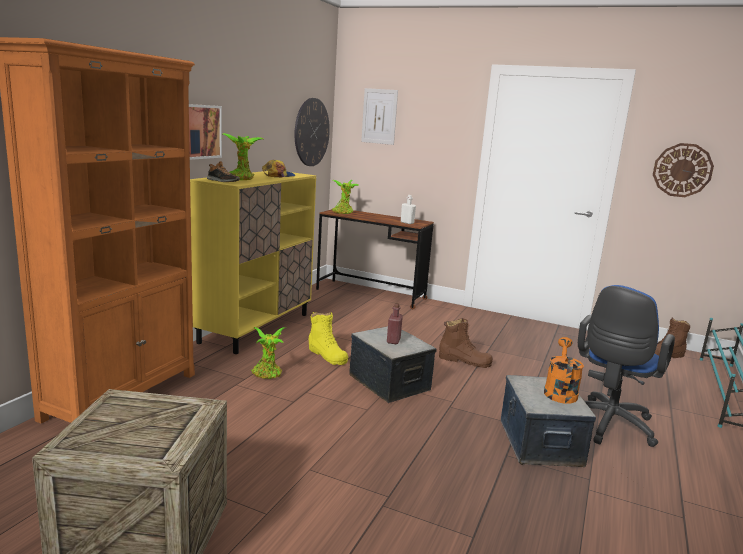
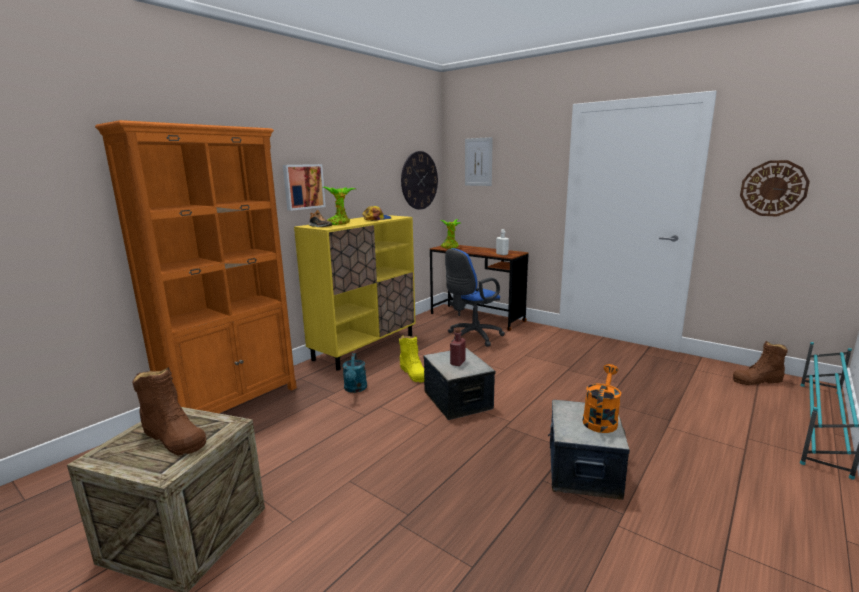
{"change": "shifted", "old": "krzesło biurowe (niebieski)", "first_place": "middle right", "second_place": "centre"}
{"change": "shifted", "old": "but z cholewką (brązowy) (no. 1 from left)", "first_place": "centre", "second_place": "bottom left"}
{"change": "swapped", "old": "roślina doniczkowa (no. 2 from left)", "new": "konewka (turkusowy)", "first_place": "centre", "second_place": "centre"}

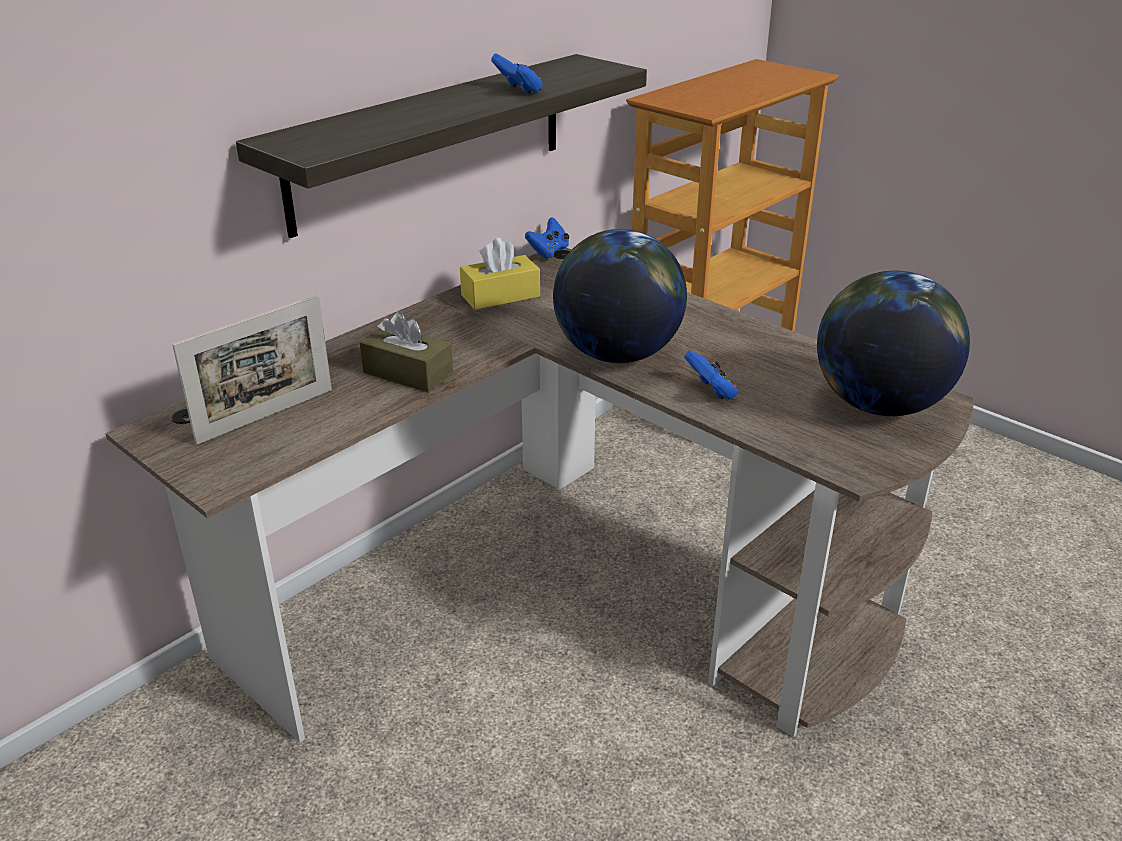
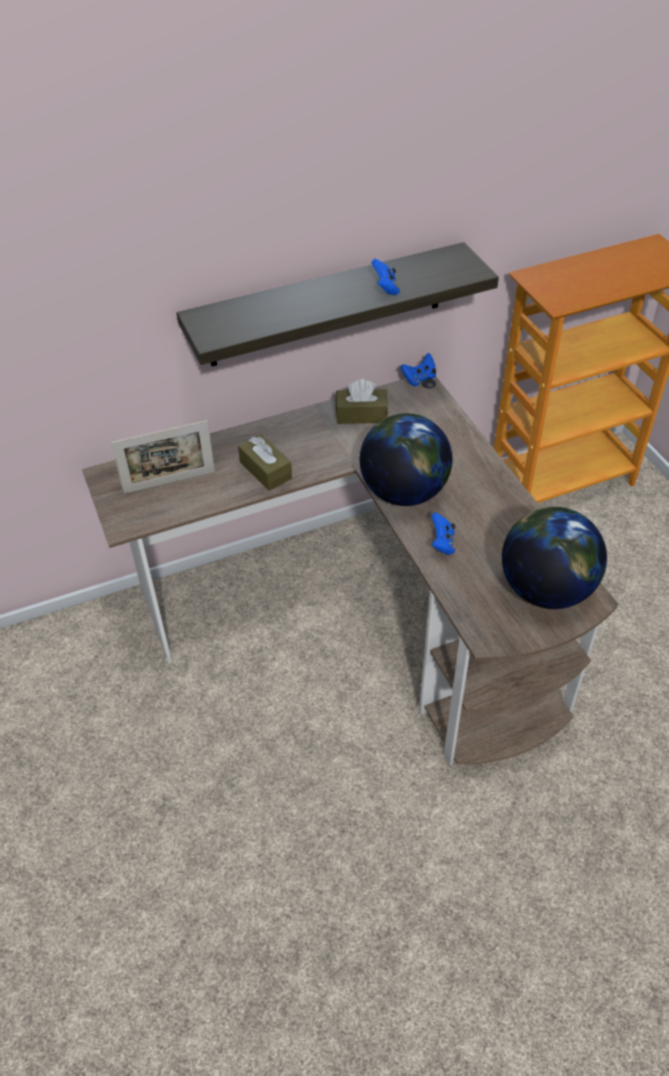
{"change": "repainted", "old": "pudełko chusteczek (żółty)", "new": "pudełko chusteczek (brązowy) (no. 2 from left)", "first_place": "top centre", "second_place": "centre"}

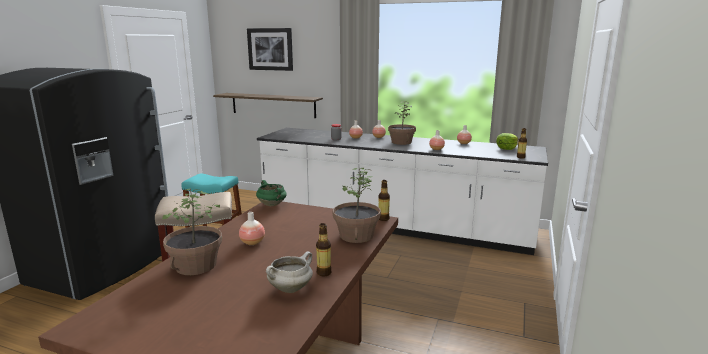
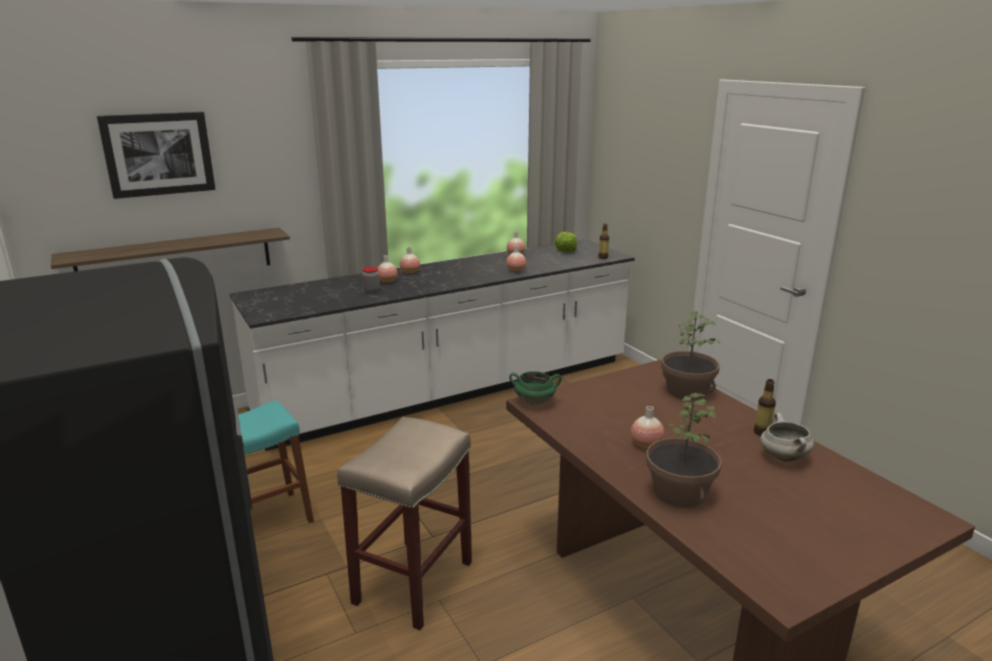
{"change": "gone", "old": "roślina doniczkowa (no. 3 from left)", "first_place": "centre"}
{"change": "gone", "old": "butelka (no. 2 from left)", "first_place": "centre"}

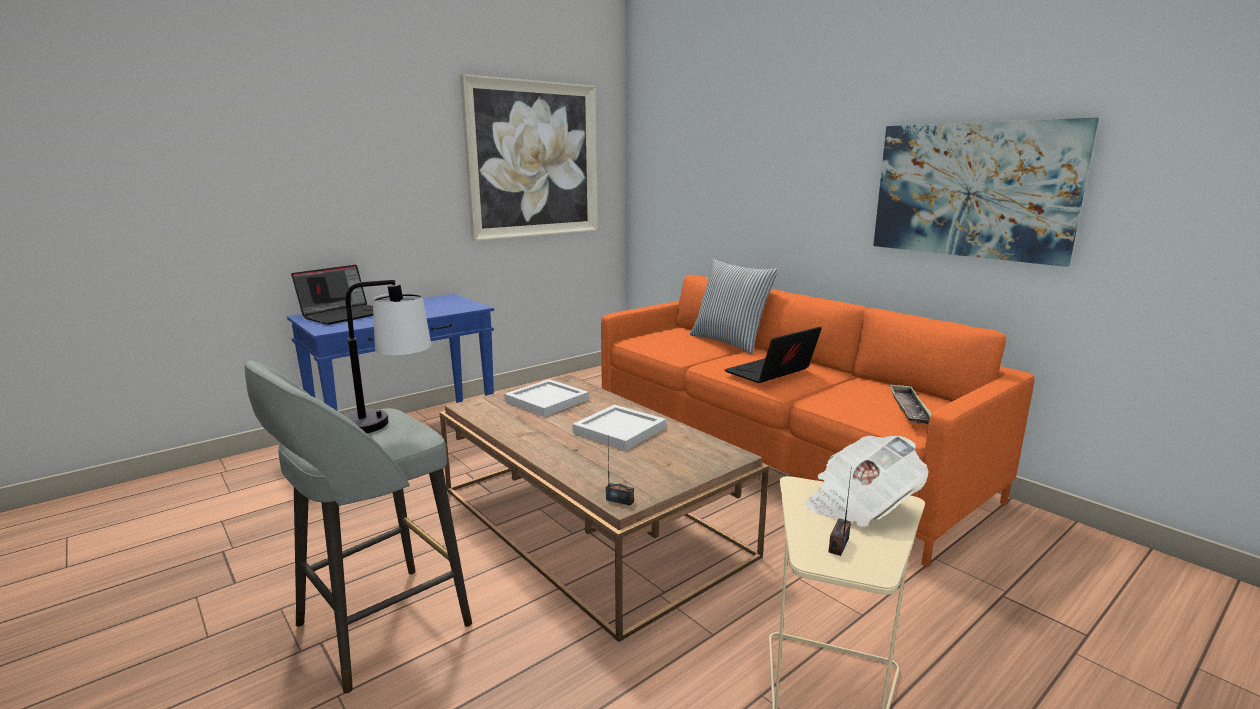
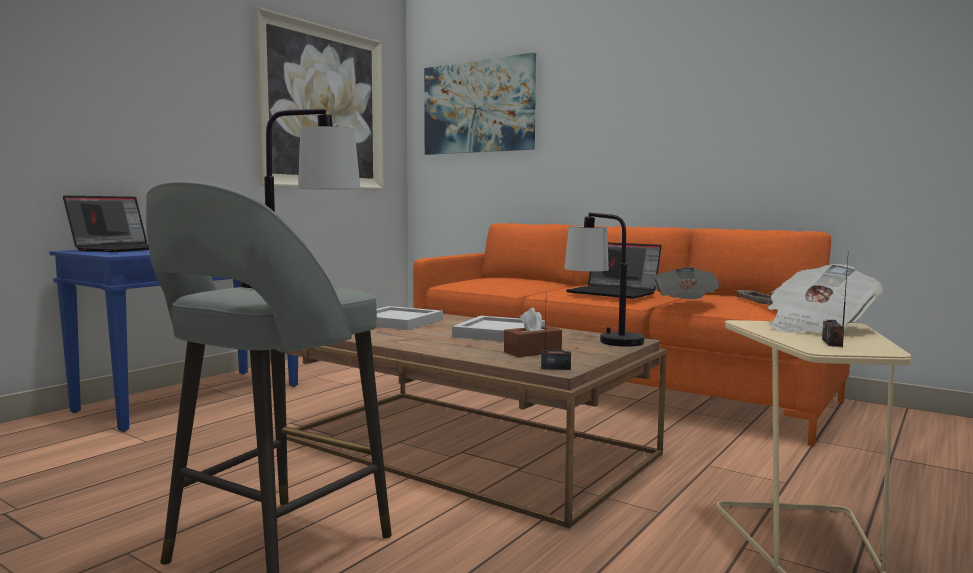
{"change": "shifted", "old": "obraz (no. 2 from left)", "first_place": "top right", "second_place": "top centre"}
{"change": "gone", "old": "poduszka", "first_place": "centre"}
{"change": "rotated", "old": "laptop (no. 2 from left)", "first_place": "centre", "second_place": "centre", "degrees": -90}
{"change": "new", "new": "lampa stołowa (no. 2 from left)", "second_place": "centre"}
{"change": "new", "new": "gazeta (no. 1 from left)", "second_place": "middle right"}
{"change": "new", "new": "pudełko chusteczek (brązowy)", "second_place": "centre"}

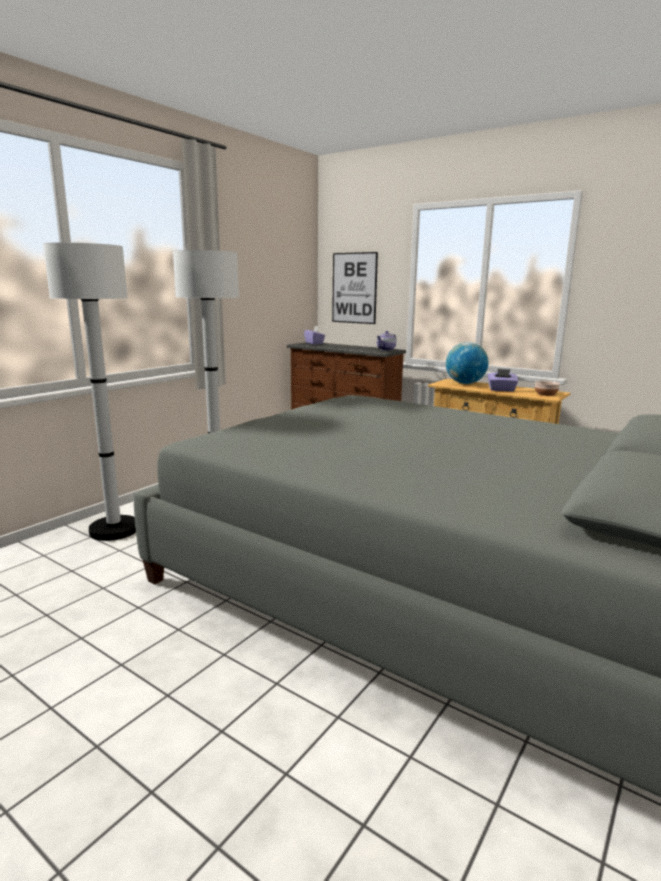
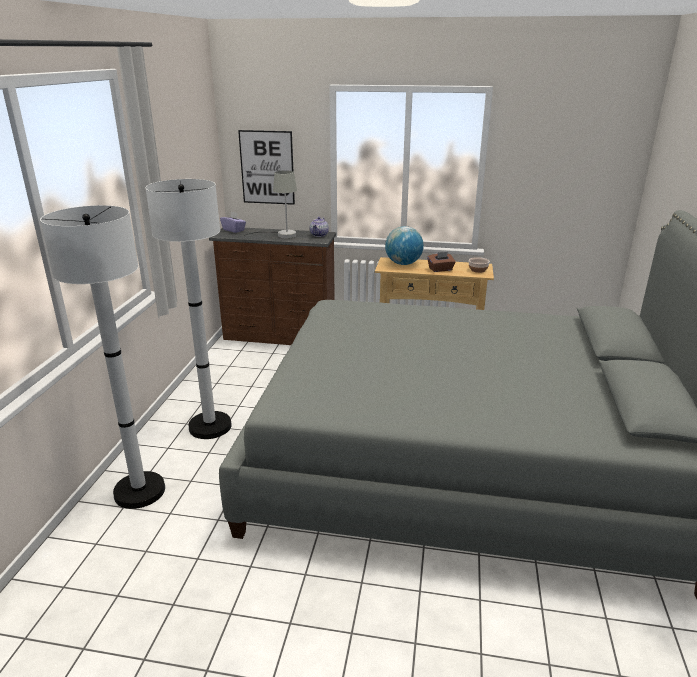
{"change": "repainted", "old": "pudełko chusteczek (fioletowy) (no. 2 from left)", "new": "pudełko chusteczek (brązowy)", "first_place": "middle right", "second_place": "centre"}
{"change": "new", "new": "lampa stołowa (szary)", "second_place": "top centre"}

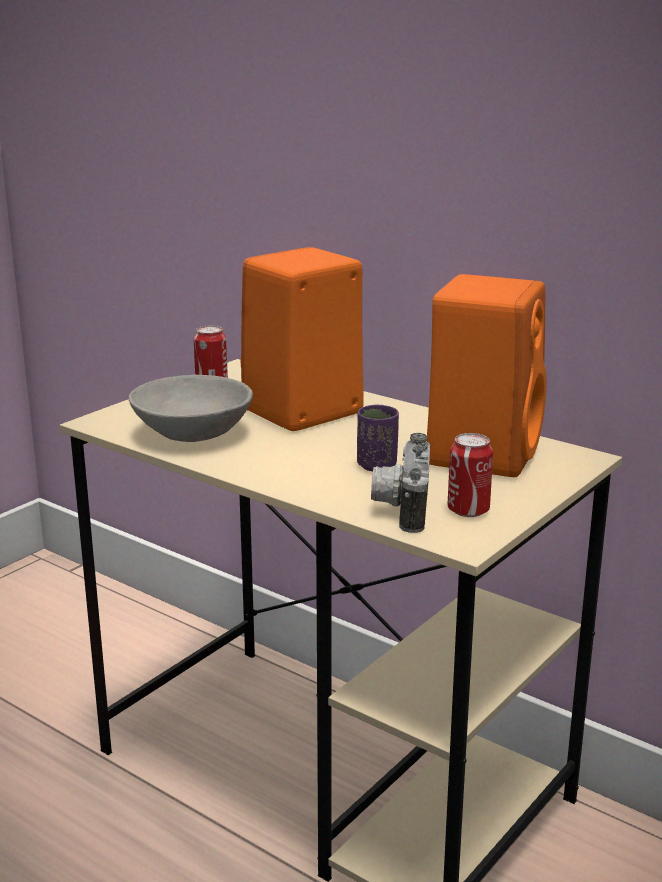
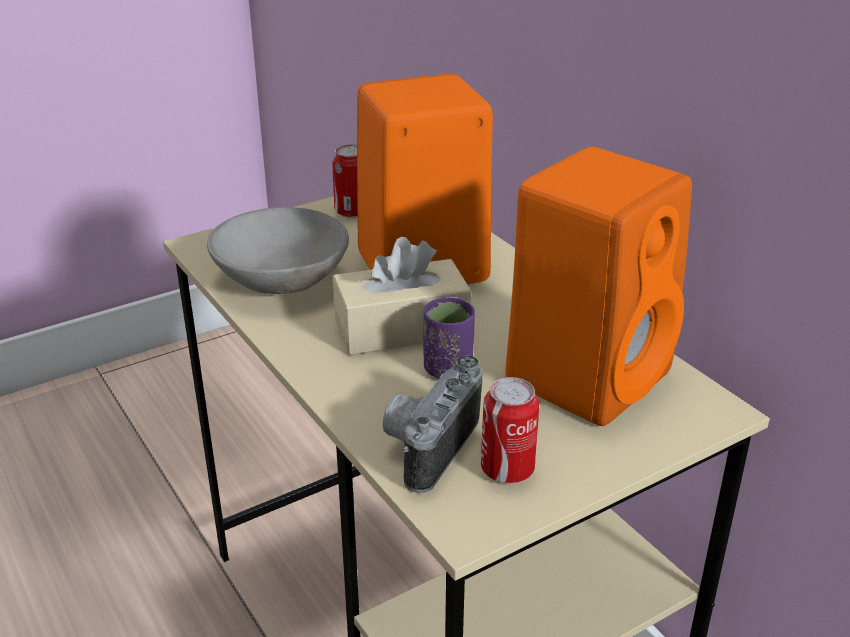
{"change": "new", "new": "pudełko chusteczek (beżowy)", "second_place": "centre"}

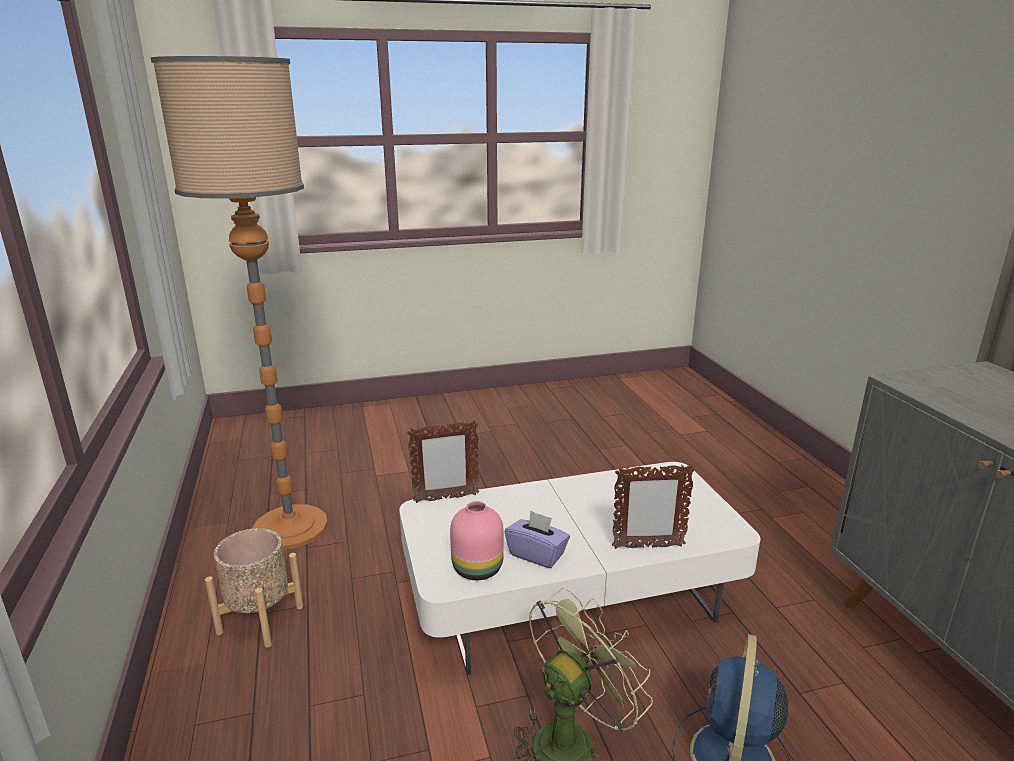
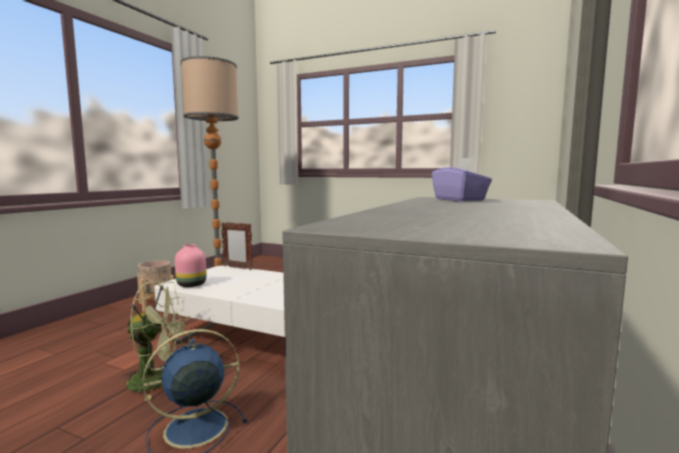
{"change": "gone", "old": "ramka na zdjęcie (no. 2 from left)", "first_place": "centre"}
{"change": "shifted", "old": "pudełko chusteczek (fioletowy)", "first_place": "bottom centre", "second_place": "middle right"}

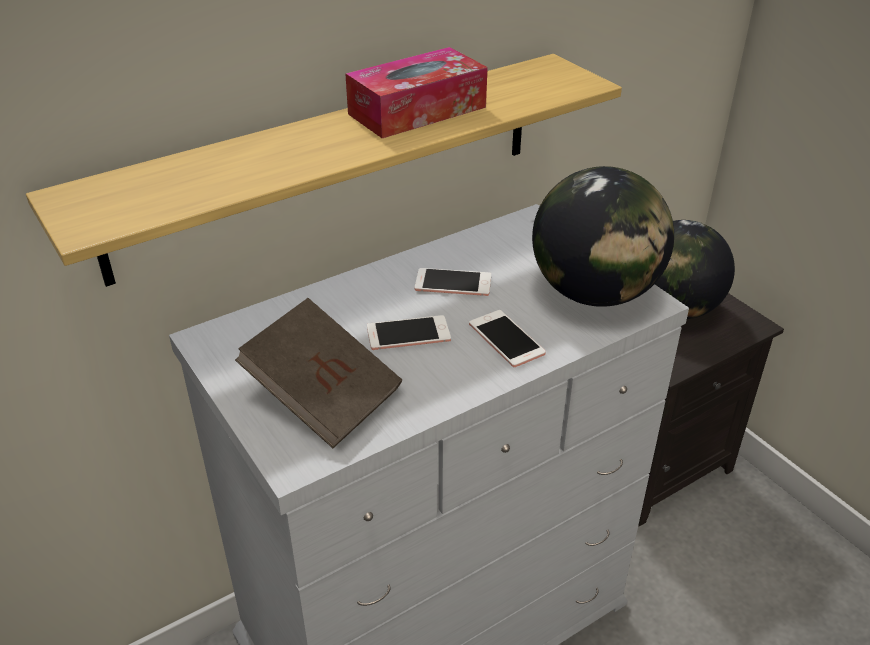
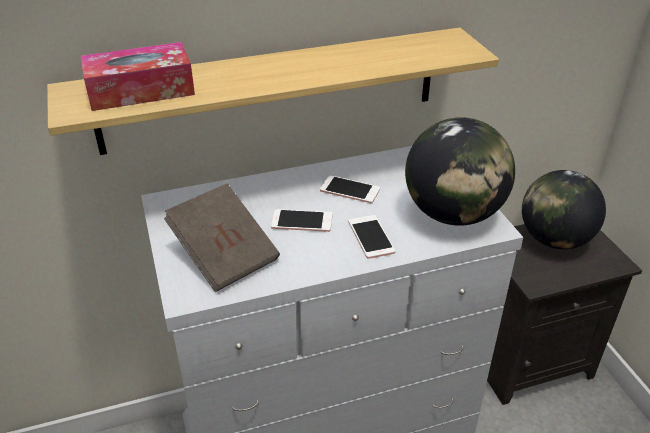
{"change": "shifted", "old": "pudełko chusteczek", "first_place": "top centre", "second_place": "top left"}

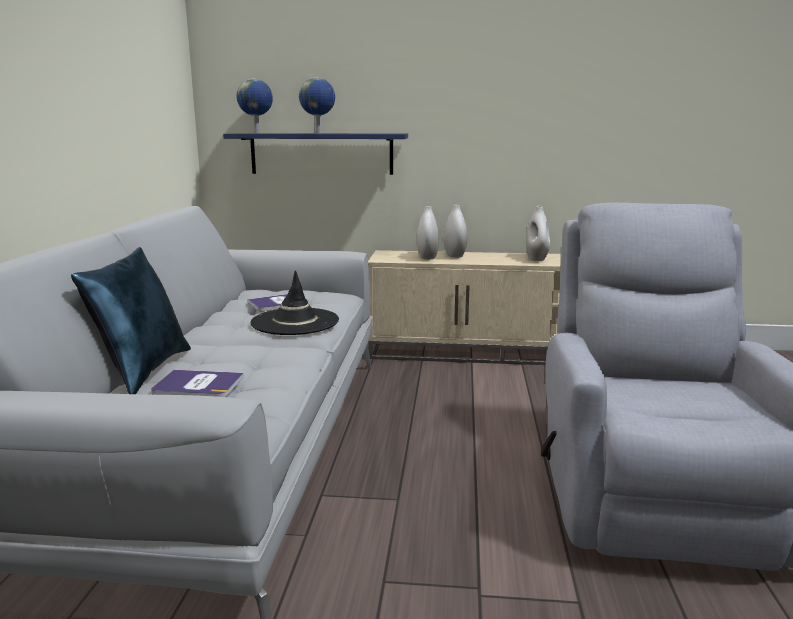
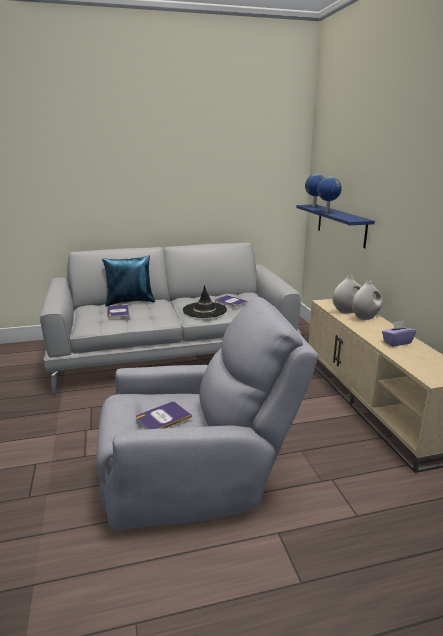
{"change": "swapped", "old": "wazon (biały) (no. 3 from left)", "new": "pudełko chusteczek (fioletowy)", "first_place": "middle right", "second_place": "middle right"}
{"change": "new", "new": "książka (no. 2 from left)", "second_place": "centre"}

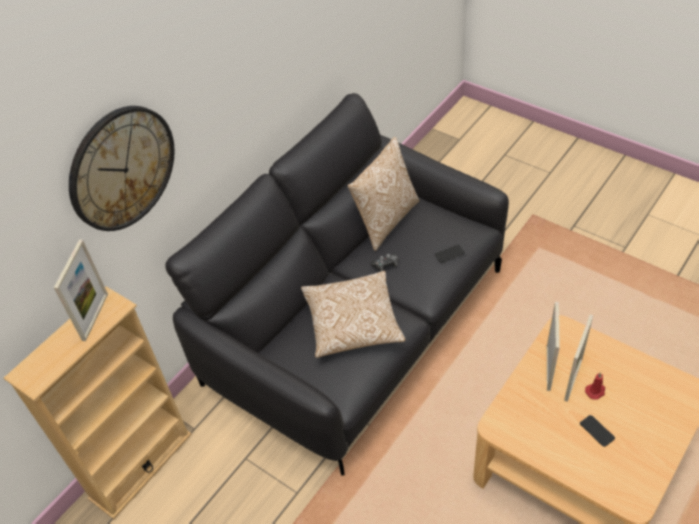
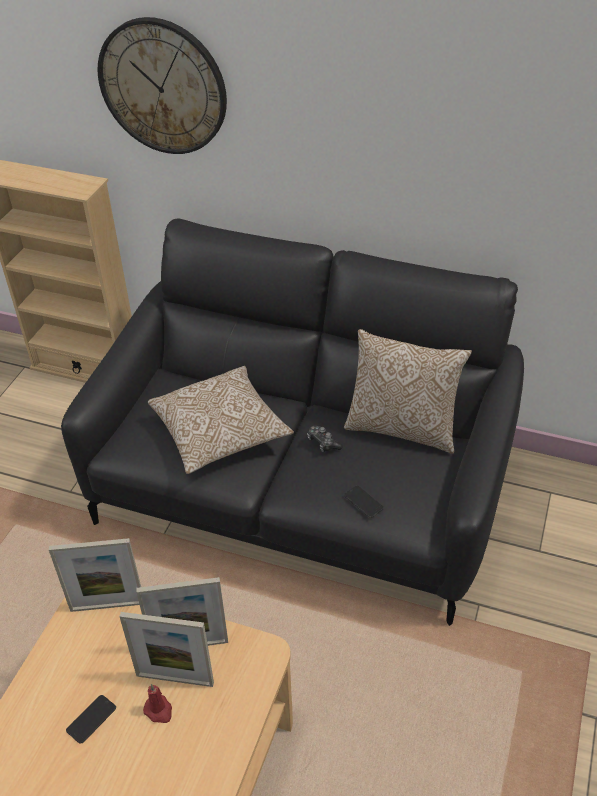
{"change": "shifted", "old": "ramka na zdjęcie (no. 1 from left)", "first_place": "middle left", "second_place": "bottom left"}

